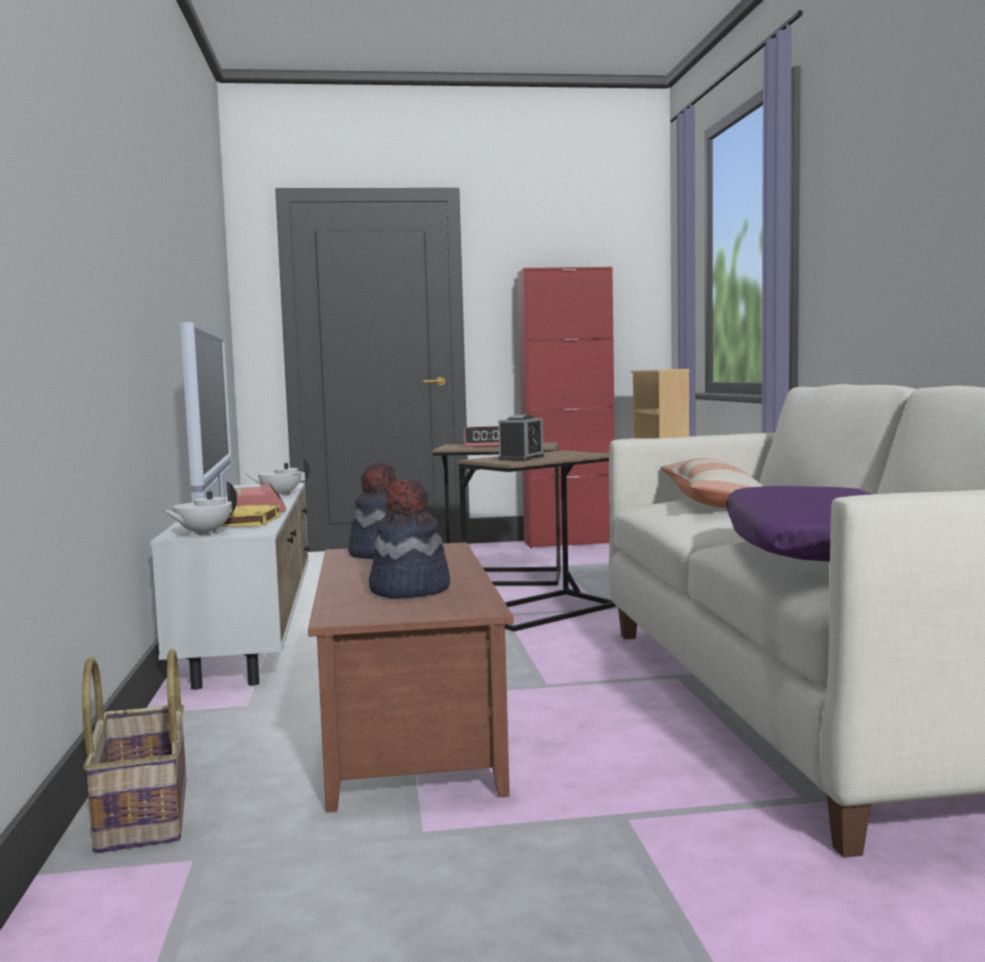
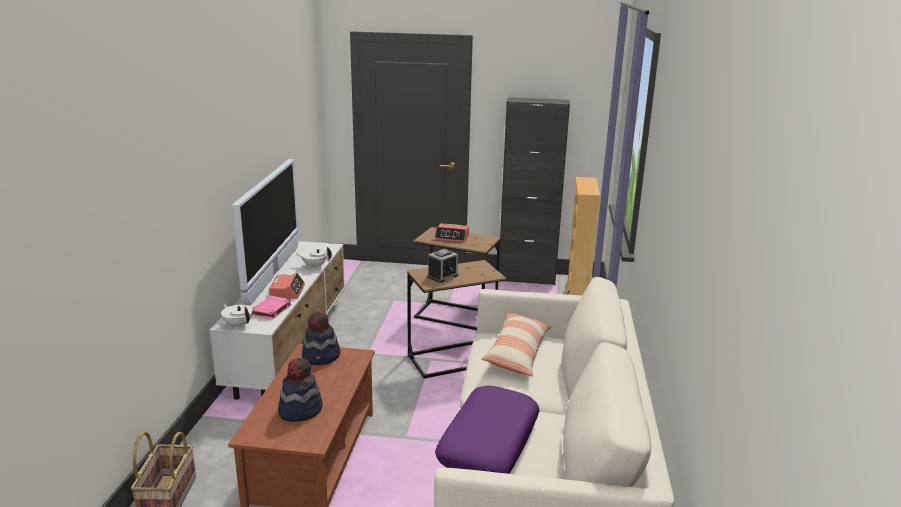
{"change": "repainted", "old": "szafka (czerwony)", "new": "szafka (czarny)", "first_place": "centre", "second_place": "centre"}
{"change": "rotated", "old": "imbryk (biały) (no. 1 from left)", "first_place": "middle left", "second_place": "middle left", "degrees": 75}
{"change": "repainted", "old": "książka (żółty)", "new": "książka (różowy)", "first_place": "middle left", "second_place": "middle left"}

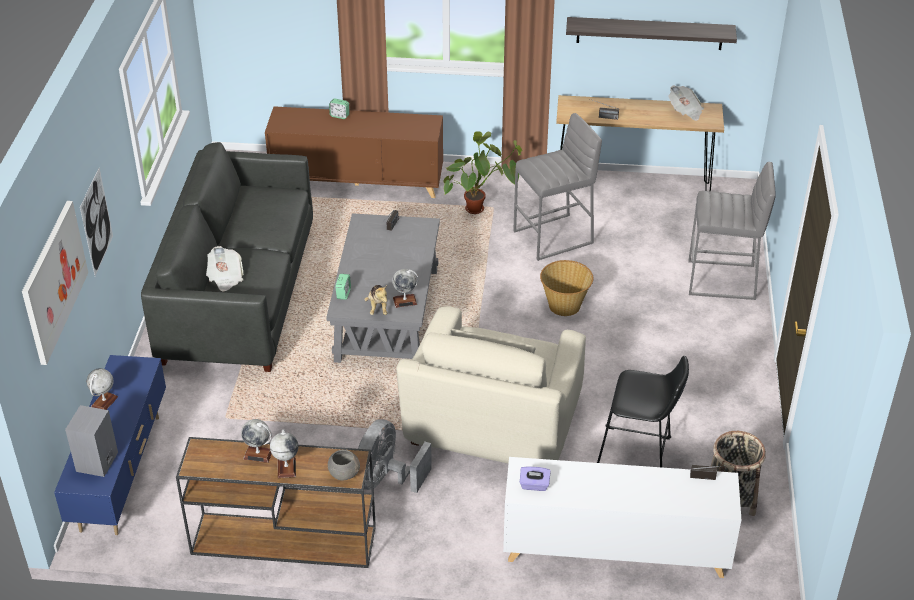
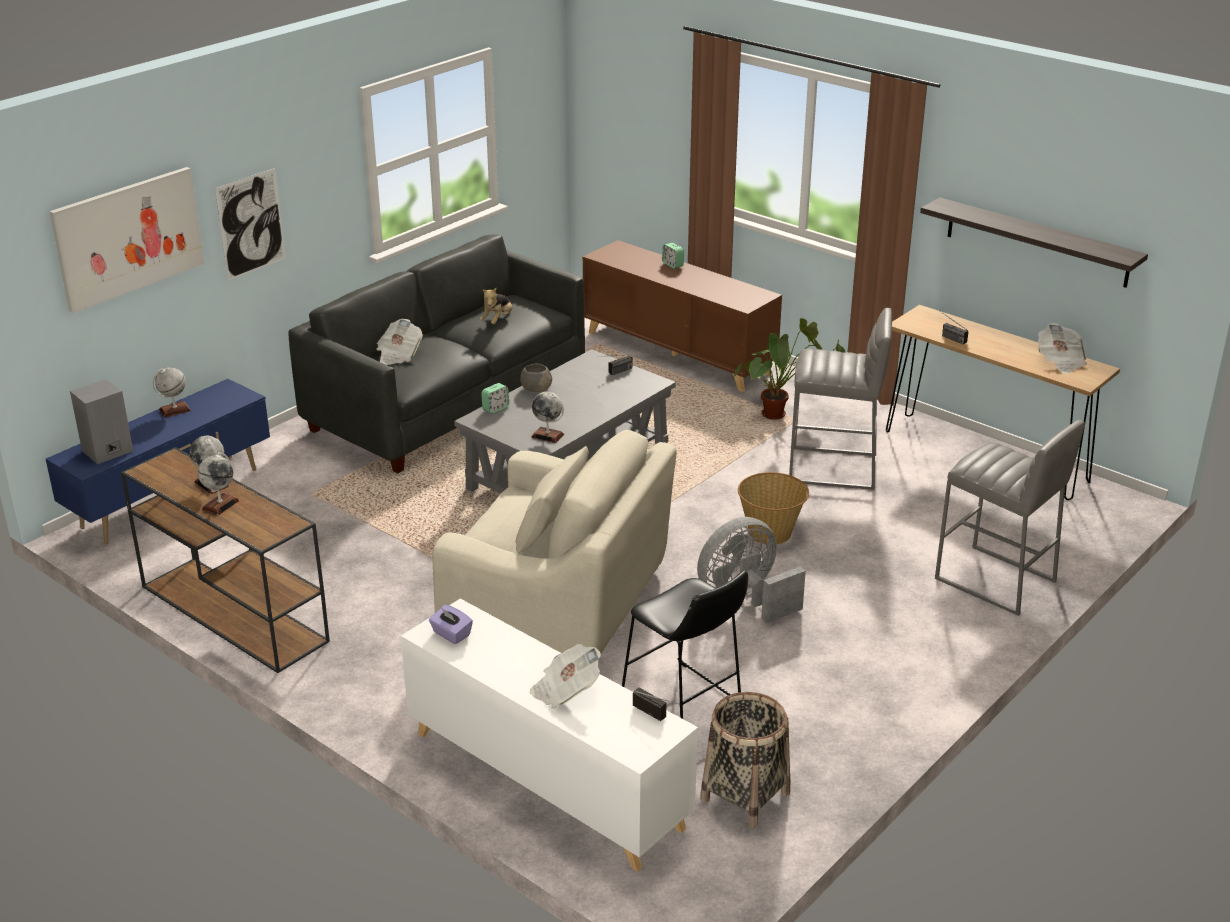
{"change": "shifted", "old": "pluszak", "first_place": "centre", "second_place": "top centre"}
{"change": "rotated", "old": "fotel (beżowy)", "first_place": "centre", "second_place": "centre", "degrees": -120}
{"change": "shifted", "old": "wentylator (szary)", "first_place": "bottom centre", "second_place": "centre"}
{"change": "shifted", "old": "miska (szary)", "first_place": "bottom centre", "second_place": "centre"}
{"change": "new", "new": "gazeta (no. 2 from left)", "second_place": "bottom centre"}

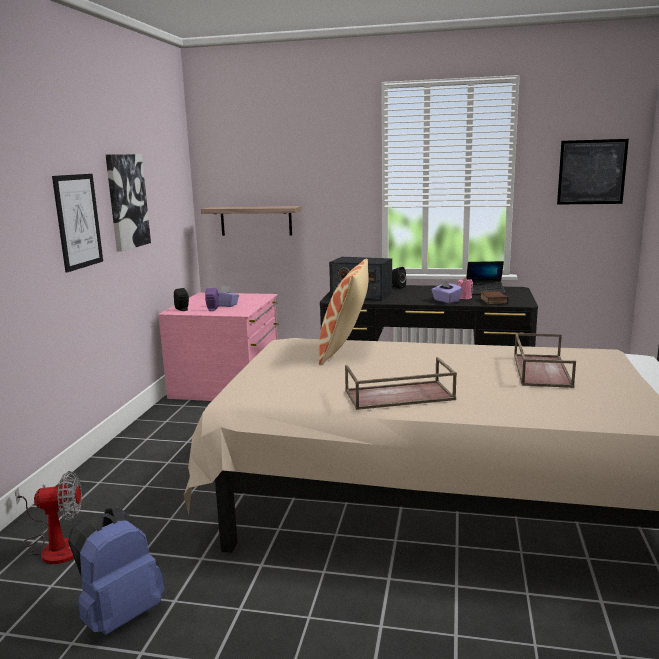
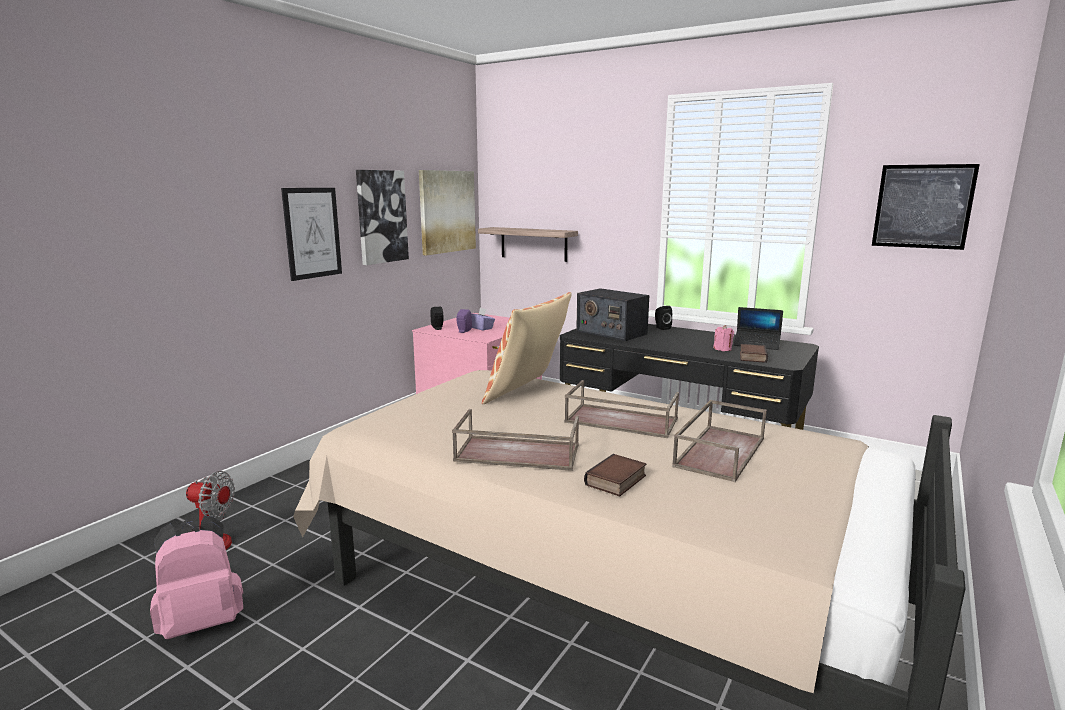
{"change": "gone", "old": "pudełko chusteczek (fioletowy) (no. 2 from left)", "first_place": "middle right"}
{"change": "repainted", "old": "plecak (niebieski)", "new": "plecak (różowy)", "first_place": "bottom left", "second_place": "bottom left"}
{"change": "new", "new": "obraz (no. 3 from left)", "second_place": "top centre"}
{"change": "new", "new": "taca (brązowy) (no. 2 from left)", "second_place": "centre"}
{"change": "new", "new": "książka (no. 1 from left)", "second_place": "bottom centre"}

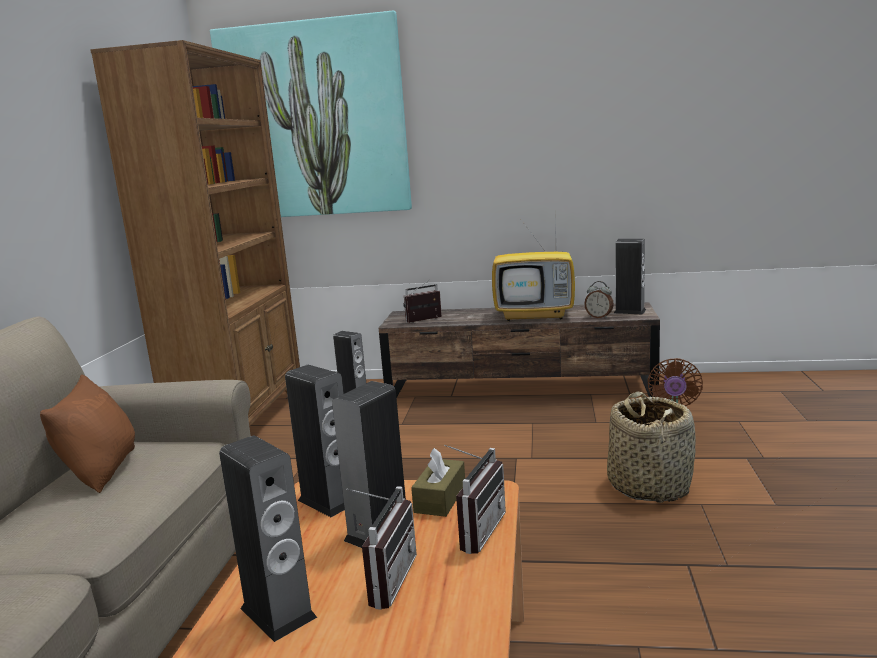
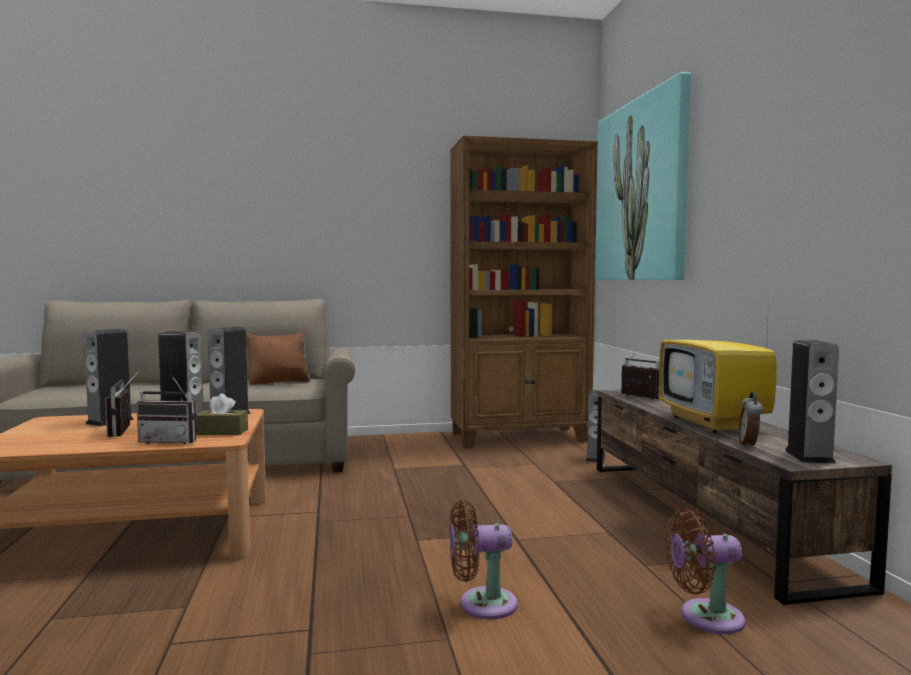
{"change": "swapped", "old": "koszyk", "new": "wentylator (brązowy) (no. 1 from left)", "first_place": "bottom right", "second_place": "bottom centre"}
{"change": "rotated", "old": "radio (no. 1 from left)", "first_place": "bottom centre", "second_place": "middle left", "degrees": 75}

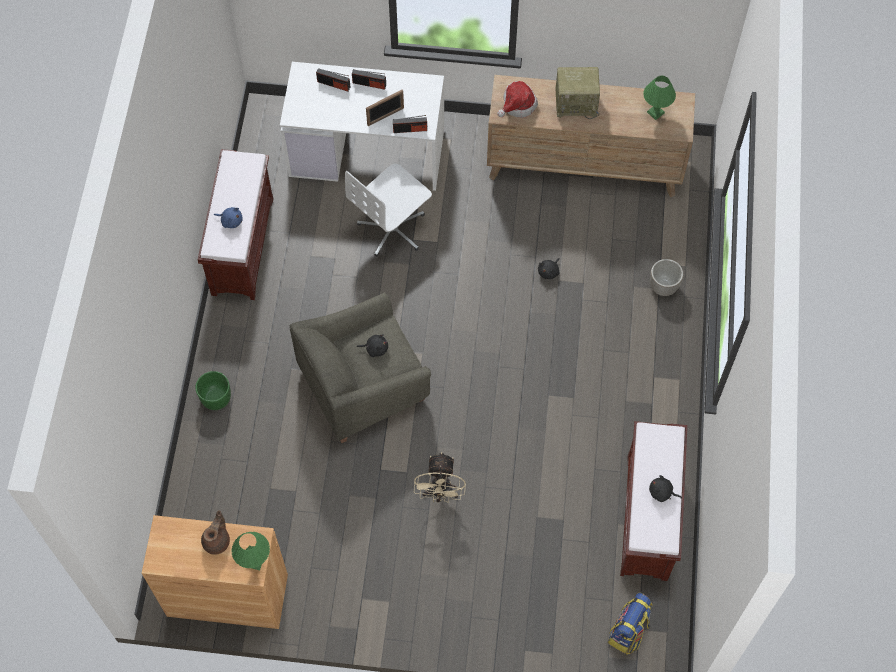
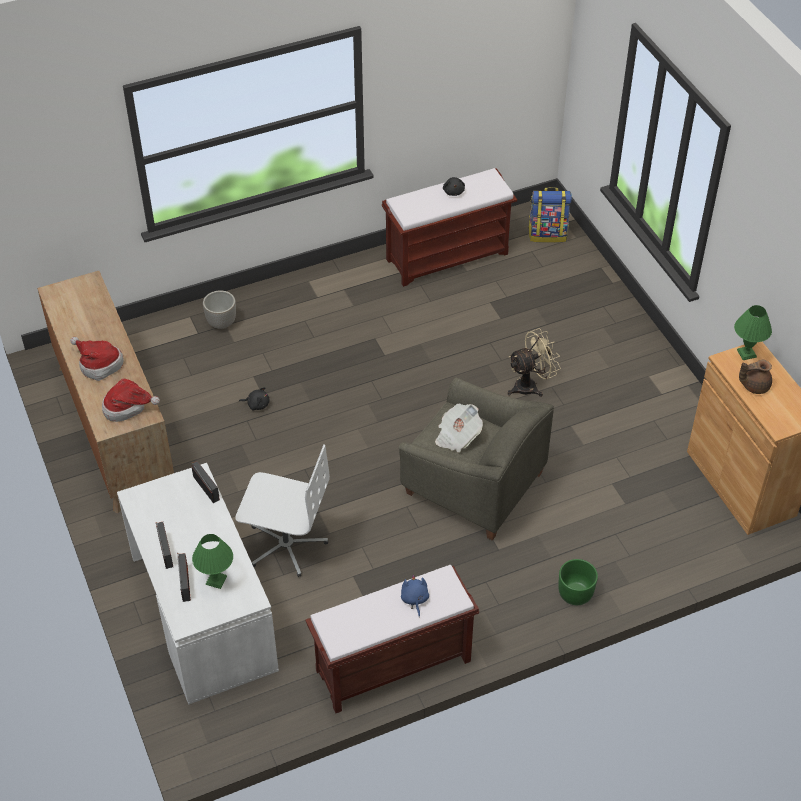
{"change": "swapped", "old": "radio (no. 4 from left)", "new": "kapelusz (no. 1 from left)", "first_place": "top centre", "second_place": "middle left"}
{"change": "shifted", "old": "lampa stołowa (zielony) (no. 2 from left in the first image)", "new": "lampa stołowa (zielony) (no. 1 from left)", "first_place": "top right", "second_place": "bottom left"}
{"change": "gone", "old": "ramka na zdjęcie", "first_place": "top centre"}
{"change": "swapped", "old": "pluszak (czarny) (no. 1 from left)", "new": "gazeta", "first_place": "centre", "second_place": "centre"}

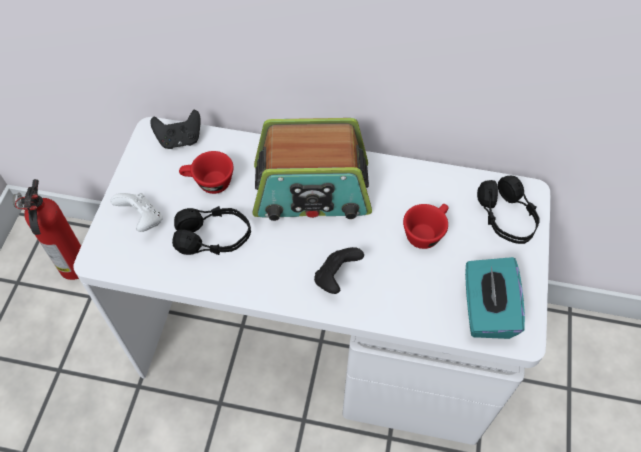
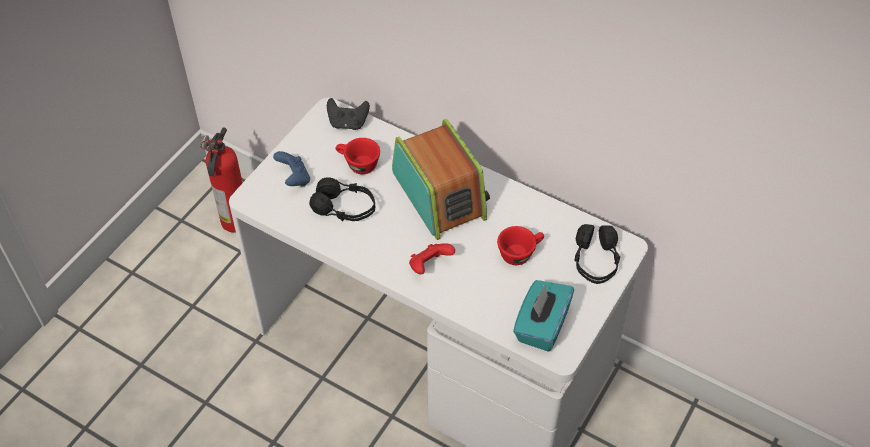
{"change": "rotated", "old": "radio", "first_place": "centre", "second_place": "centre", "degrees": -135}
{"change": "repainted", "old": "pad do gier (biały)", "new": "pad do gier (niebieski)", "first_place": "middle left", "second_place": "centre"}
{"change": "repainted", "old": "pad do gier (czarny) (no. 2 from left)", "new": "pad do gier (czerwony)", "first_place": "centre", "second_place": "centre"}

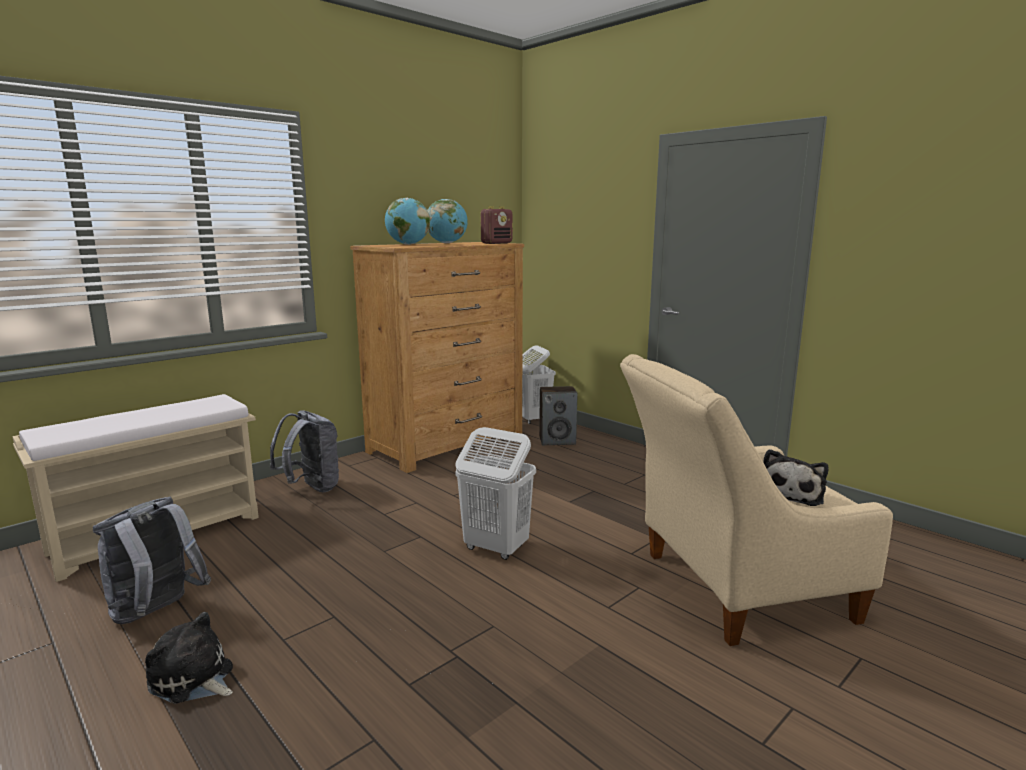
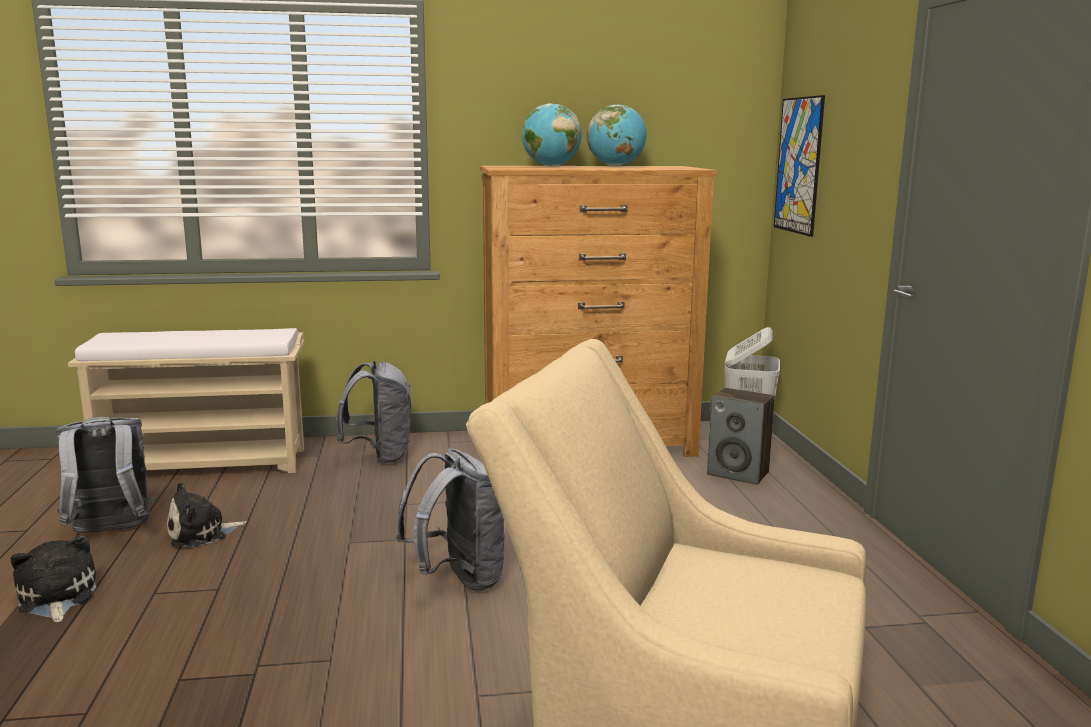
{"change": "gone", "old": "radio", "first_place": "top centre"}
{"change": "swapped", "old": "kosz na pranie (biały) (no. 1 from left)", "new": "plecak (szary) (no. 3 from left)", "first_place": "centre", "second_place": "bottom centre"}
{"change": "shifted", "old": "pluszak (no. 2 from left)", "first_place": "middle right", "second_place": "bottom left"}
{"change": "new", "new": "obraz", "second_place": "top right"}

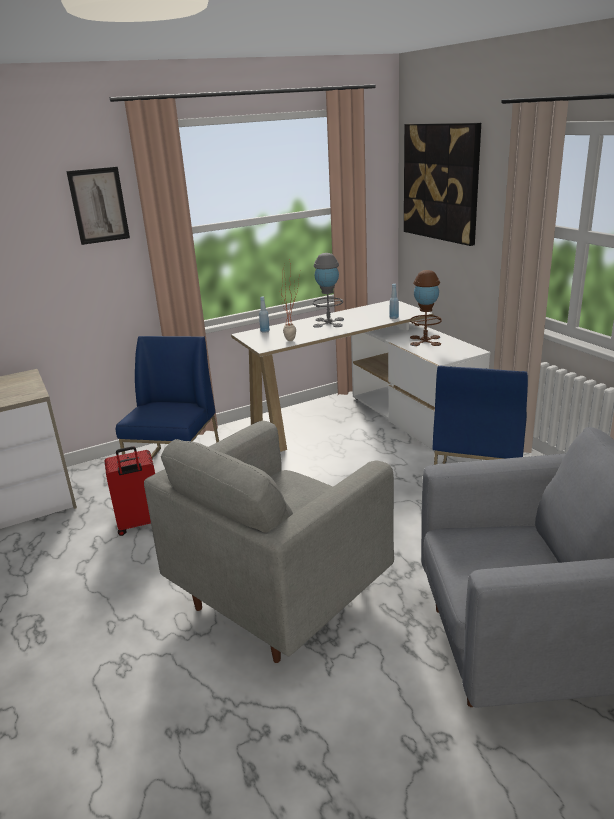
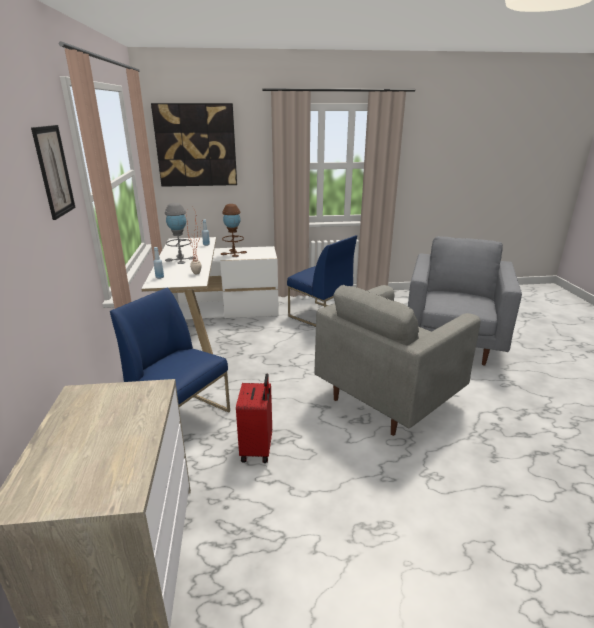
{"change": "rotated", "old": "fotel (szary) (no. 1 from left)", "first_place": "centre", "second_place": "middle right", "degrees": 75}

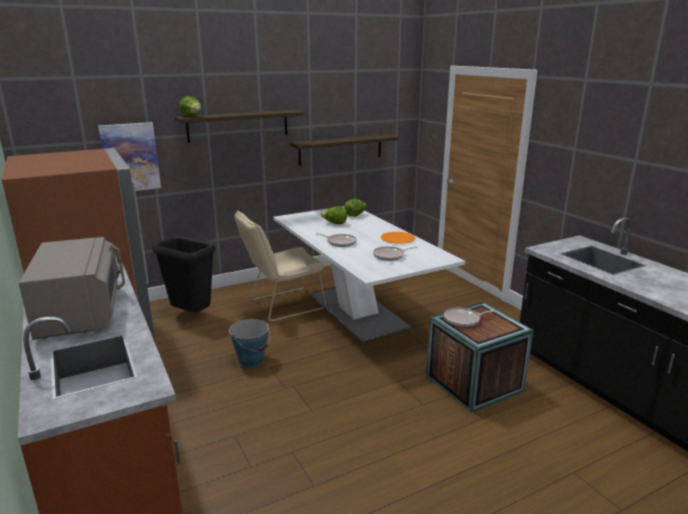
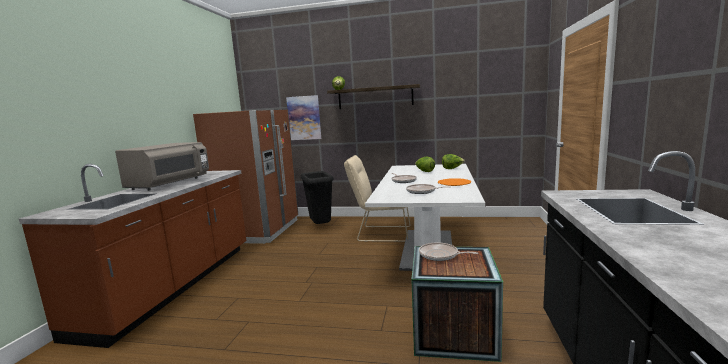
{"change": "gone", "old": "półka (no. 2 from left)", "first_place": "top centre"}
{"change": "gone", "old": "wiadro", "first_place": "bottom centre"}

